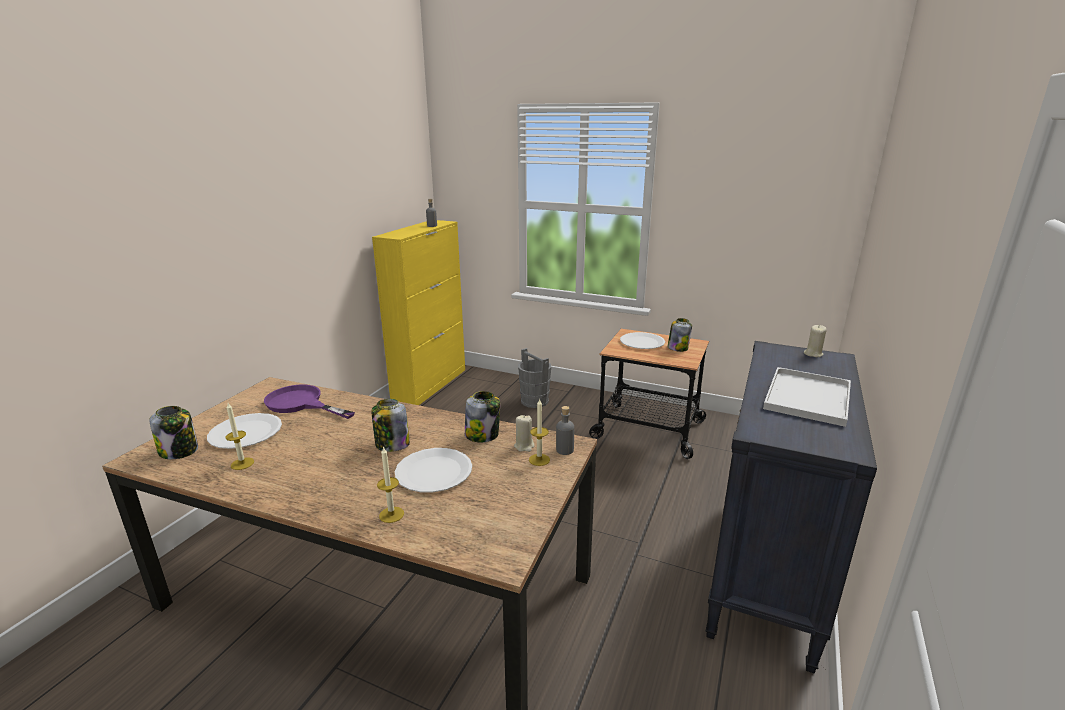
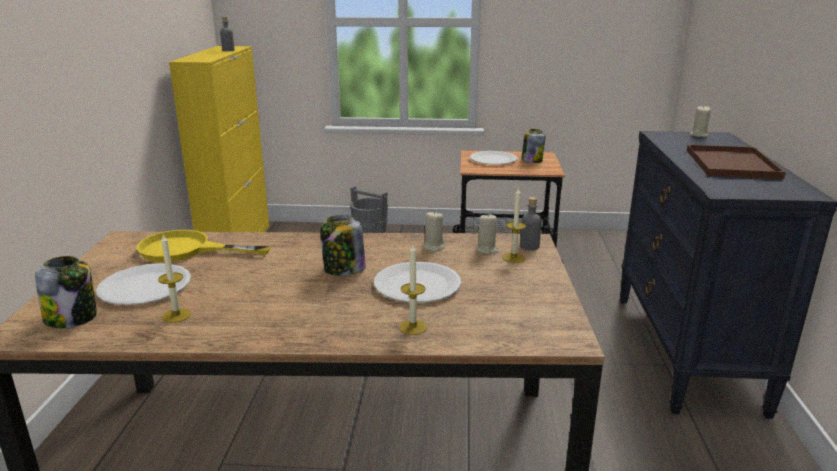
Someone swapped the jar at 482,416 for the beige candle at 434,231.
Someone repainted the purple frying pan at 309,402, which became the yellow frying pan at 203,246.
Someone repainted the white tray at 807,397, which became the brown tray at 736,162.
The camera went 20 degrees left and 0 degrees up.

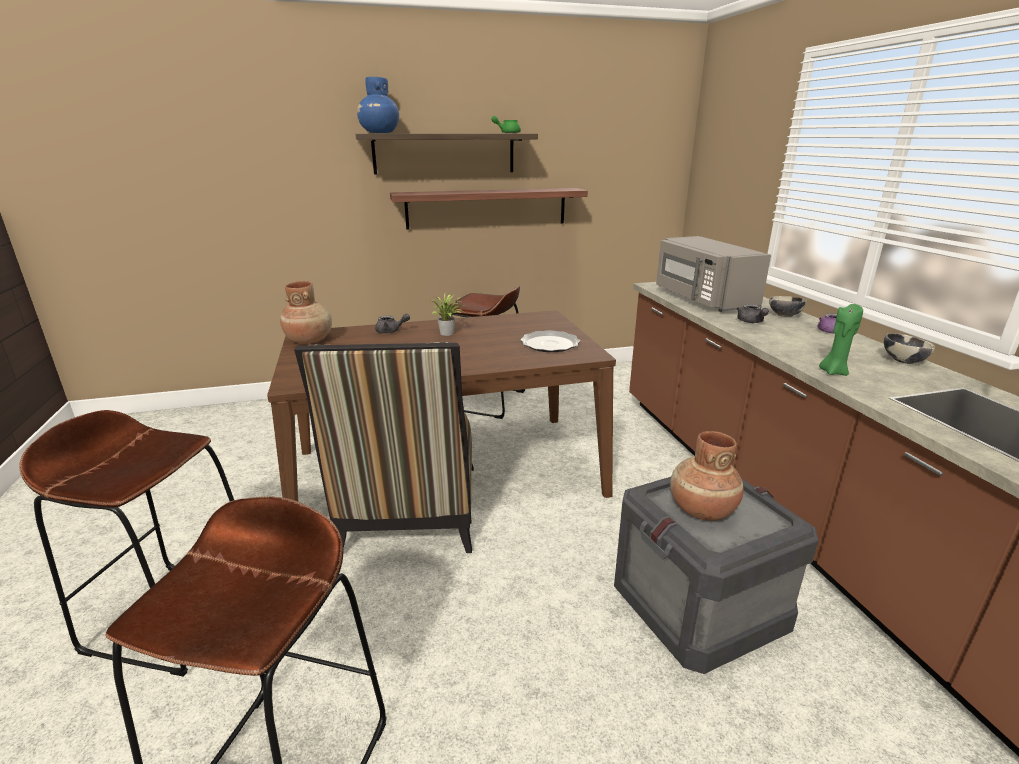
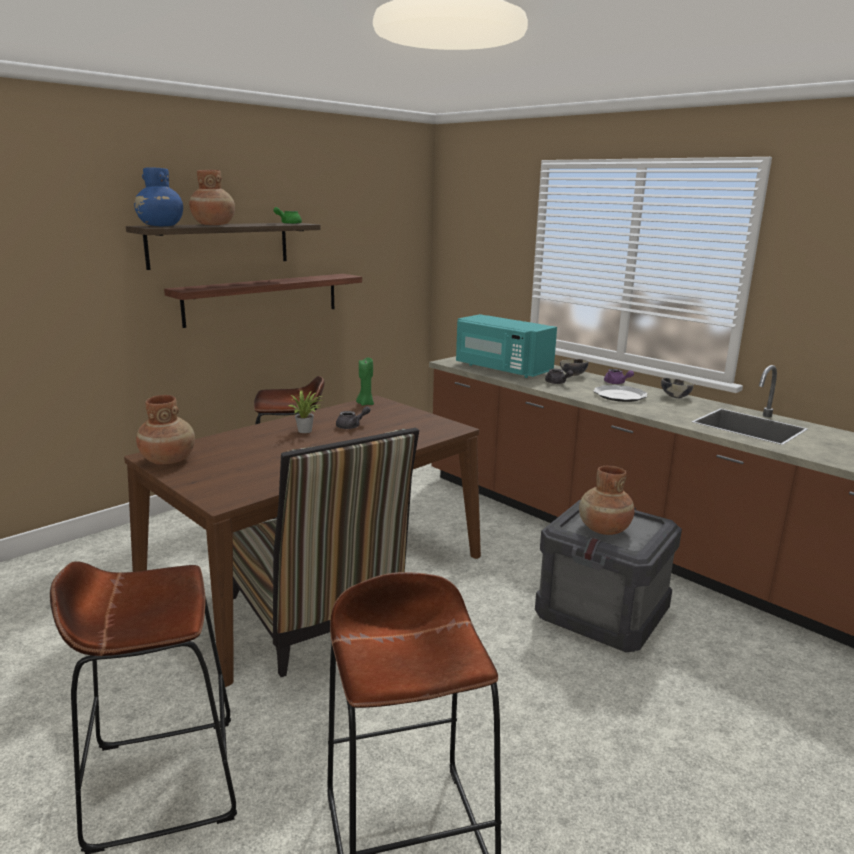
Someone put down the brown vase at 212,197.
Someone carried the grey teapot from 392,323 to 353,417.
Someone carried the plate from 550,341 to 620,393.
Someone carried the green candle from 841,340 to 365,381.
Someone repainted the grey microwave at 713,274, which became the turquoise microwave at 506,346.
The camera went 30 degrees left and 5 degrees down.

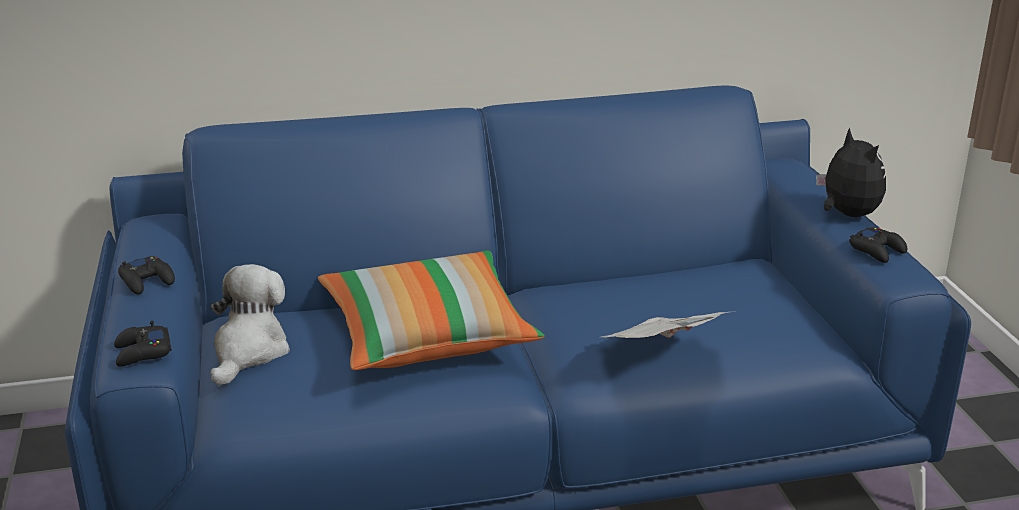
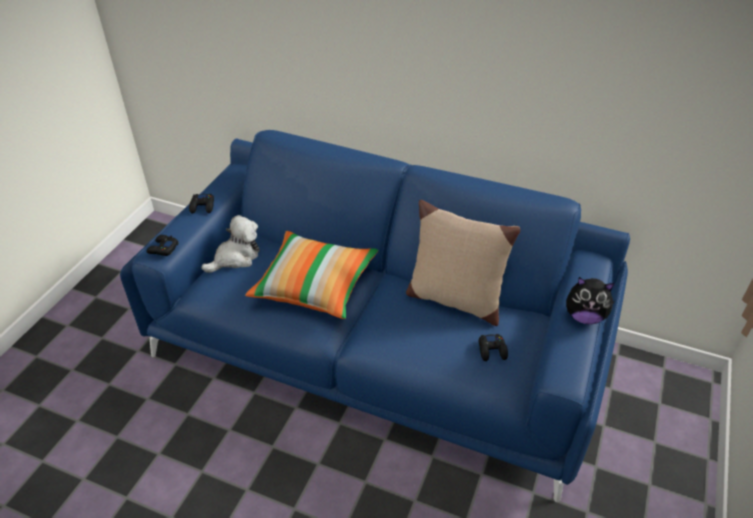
Someone took away the newspaper at 668,324.
Someone put down the beige pillow at 463,263.
Someone carried the black game controller from 878,245 to 493,347.
Someone rotated the plush toy at 851,172 by 90 degrees clockwise.
The camera went 35 degrees right and 15 degrees up.

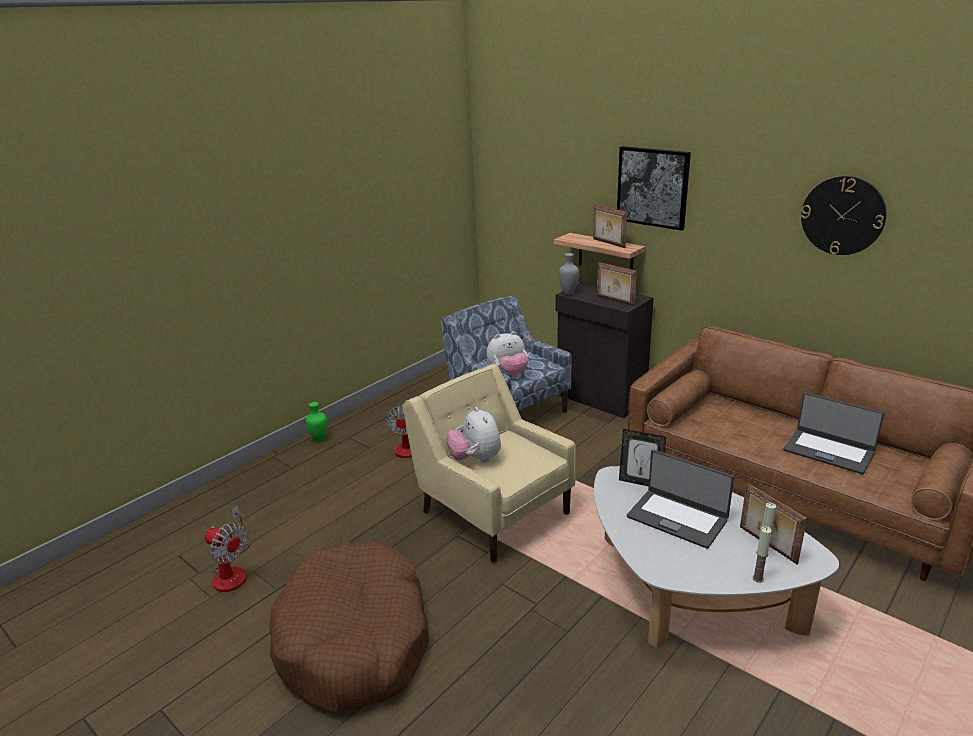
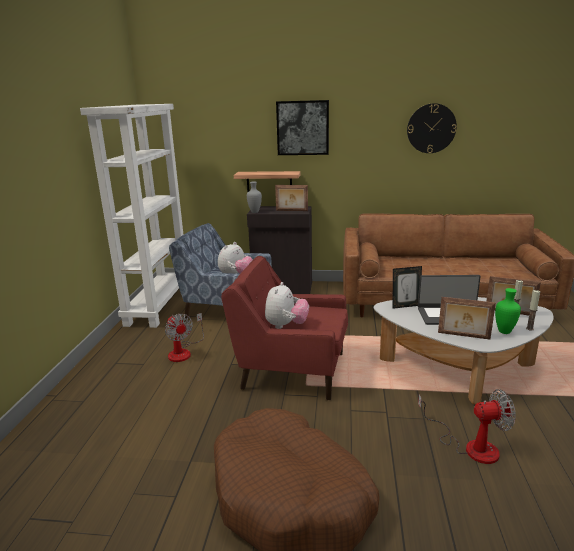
Someone took away the laptop at 833,433.
Someone put down the white bookcase at 132,216.
Someone carried the fan from 228,548 to 467,426.
Someone carried the green vase from 316,422 to 508,311.
Someone carried the picture frame from 610,226 to 467,318.
Someone repainted the beige armchair at 489,463, which became the red armchair at 284,328.
Someone rotated the plush toy at 474,434 by 105 degrees counterclockwise.
The camera went 35 degrees left and 5 degrees down.

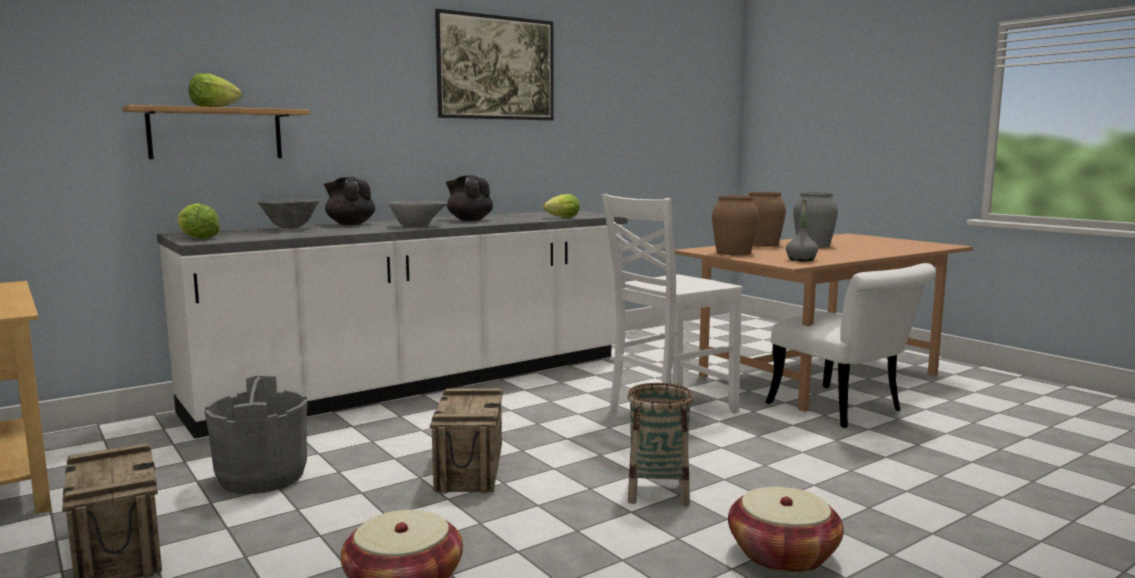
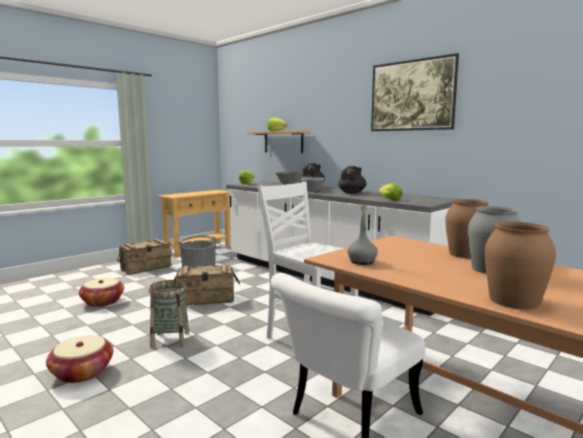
Someone carried the brown vase from 735,225 to 520,265.
The camera went 80 degrees right and 0 degrees up.

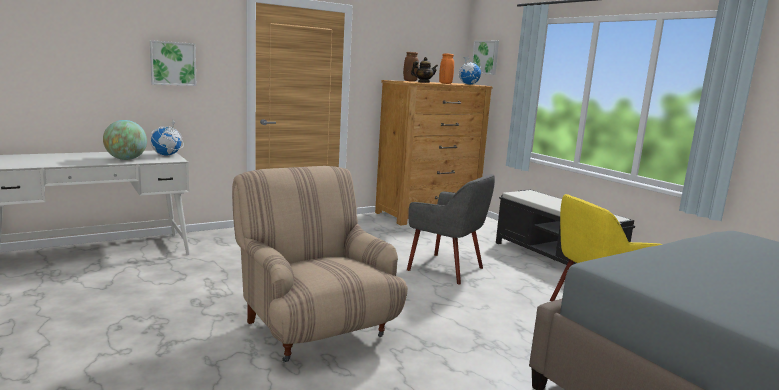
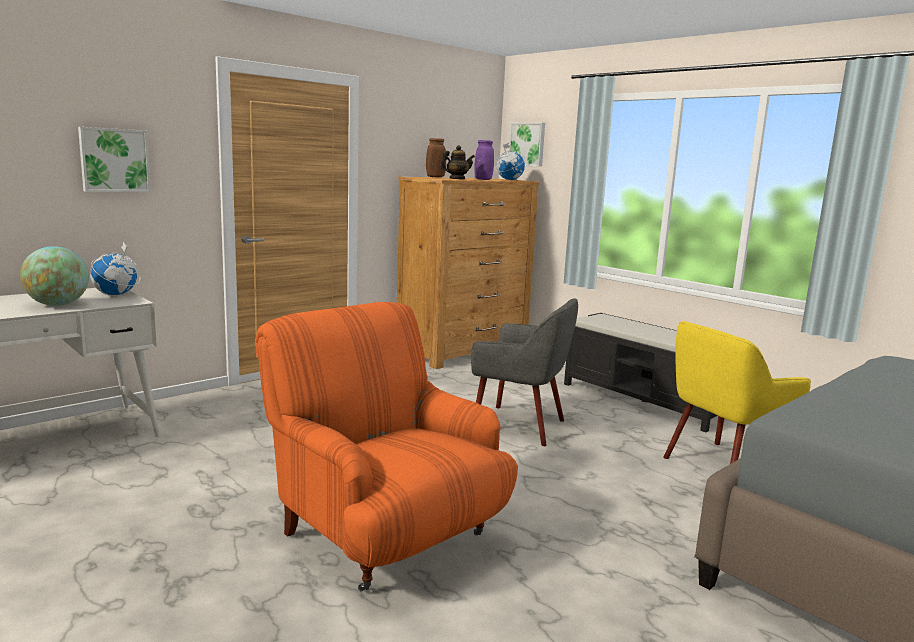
Someone repainted the beige armchair at 320,264, which became the orange armchair at 386,447.
Someone repainted the orange vase at 446,68, which became the purple vase at 484,160.
The camera went 10 degrees left and 0 degrees up.

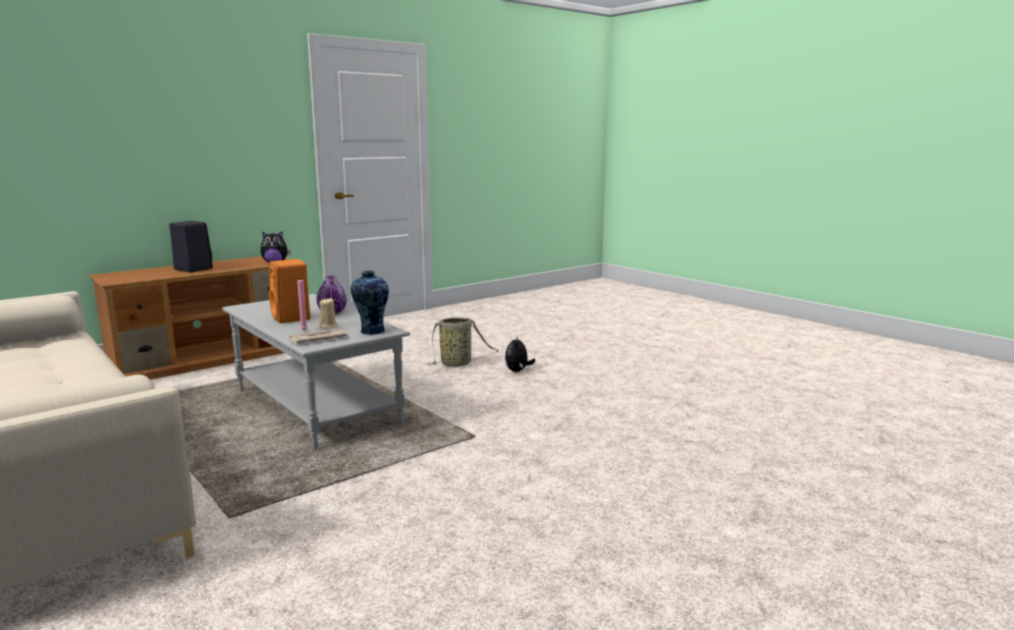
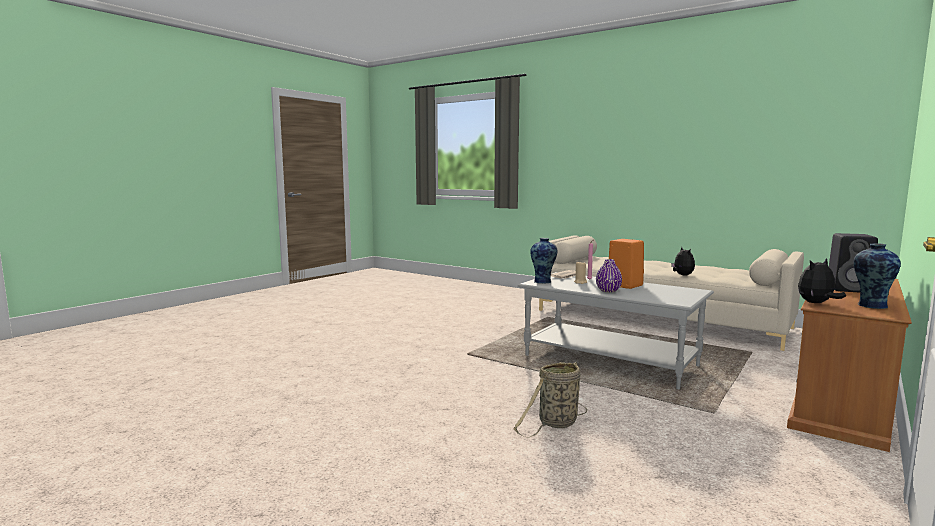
Someone put down the vase at 877,276.
Someone carried the plush toy from 520,353 to 683,261.
The camera went 165 degrees right and 5 degrees down.

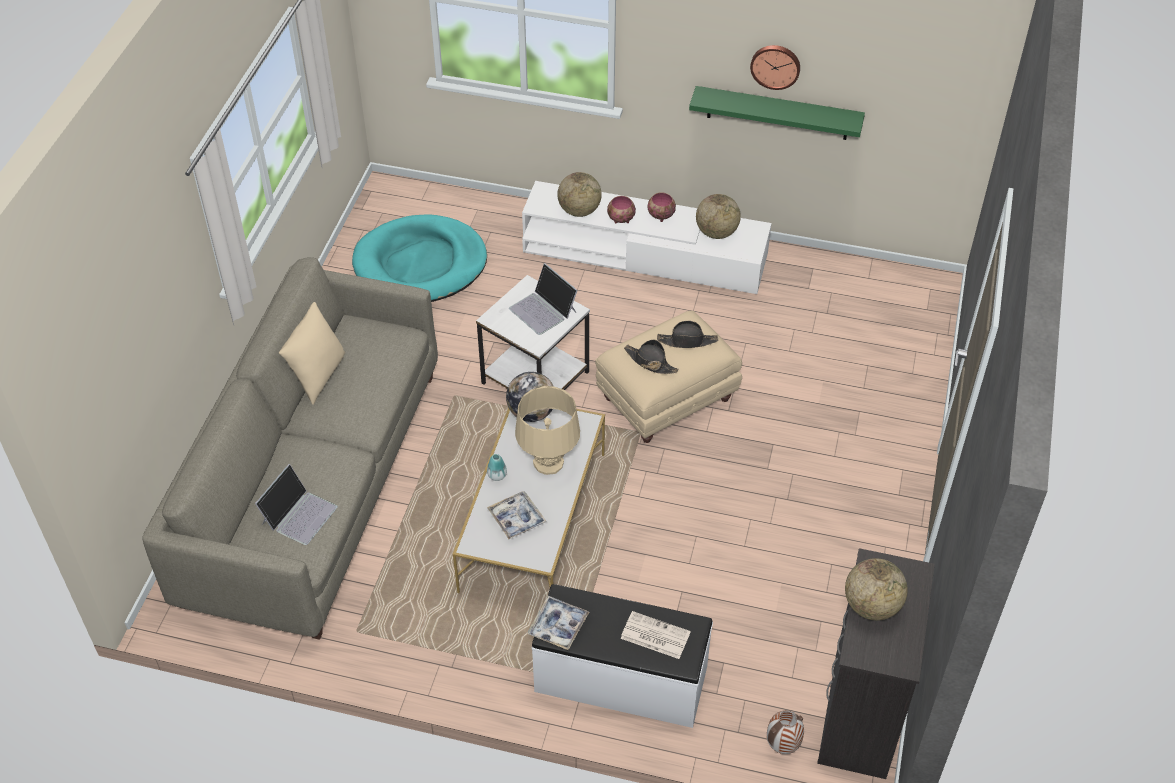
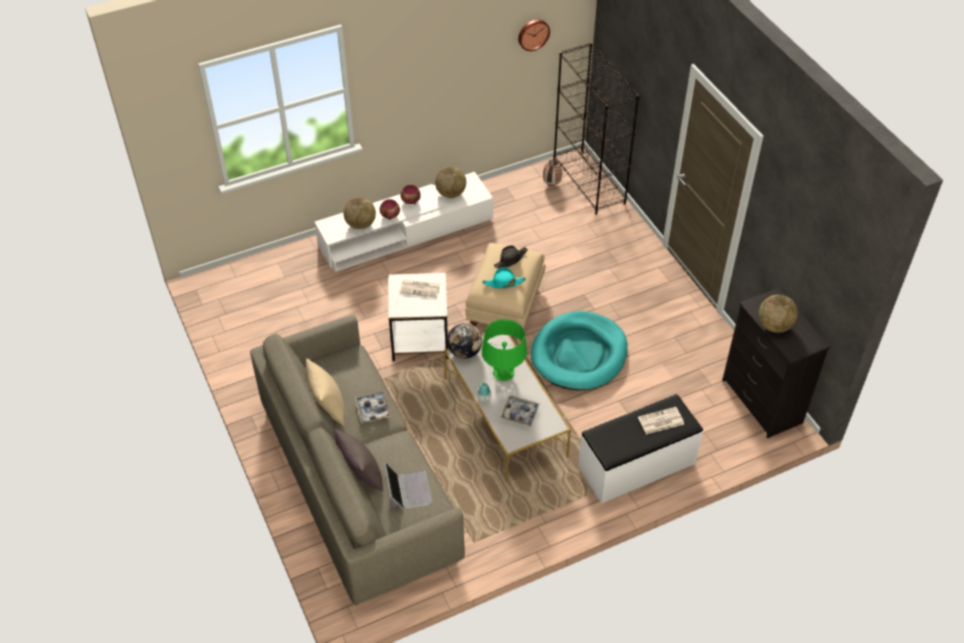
Someone took away the green shelf at 777,113.
Someone put down the grey pillow at 358,460.
Someone put down the black bookcase at 596,128.
Someone carried the turquoise dog bed from 419,258 to 579,350.
Someone carried the tray from 558,623 to 373,407.
Someone carried the wall clock from 775,67 to 534,35.
Someone carried the vase from 785,732 to 552,172.
Someone swapped the laptop at 543,299 for the newspaper at 419,288.
Someone repainted the beige table lamp at 547,430, which became the green table lamp at 504,350.
Someone repainted the black hat at 651,357, which became the turquoise hat at 504,277.
The camera went 40 degrees left and 0 degrees up.

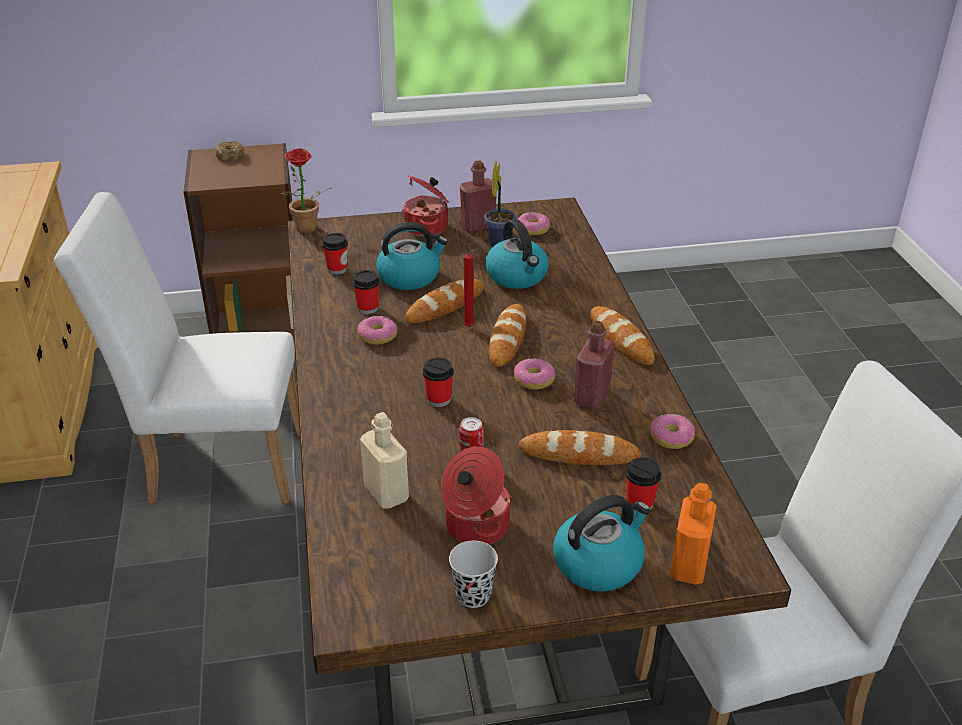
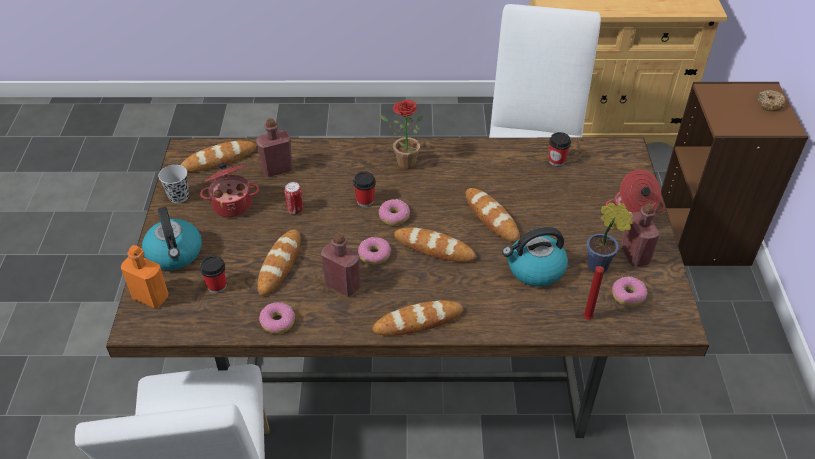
Someone took away the cup at 366,292.
Someone took away the kettle at 412,256.
Someone put down the bread at 218,156.
Someone carried the potted plant from 307,191 to 401,135.
Someone carried the donut from 377,330 to 394,212.
Someone carried the red candle from 470,288 to 593,293.
Someone repainted the beige bottle at 384,460, which became the red bottle at 274,147.
The camera went 100 degrees right and 10 degrees up.

